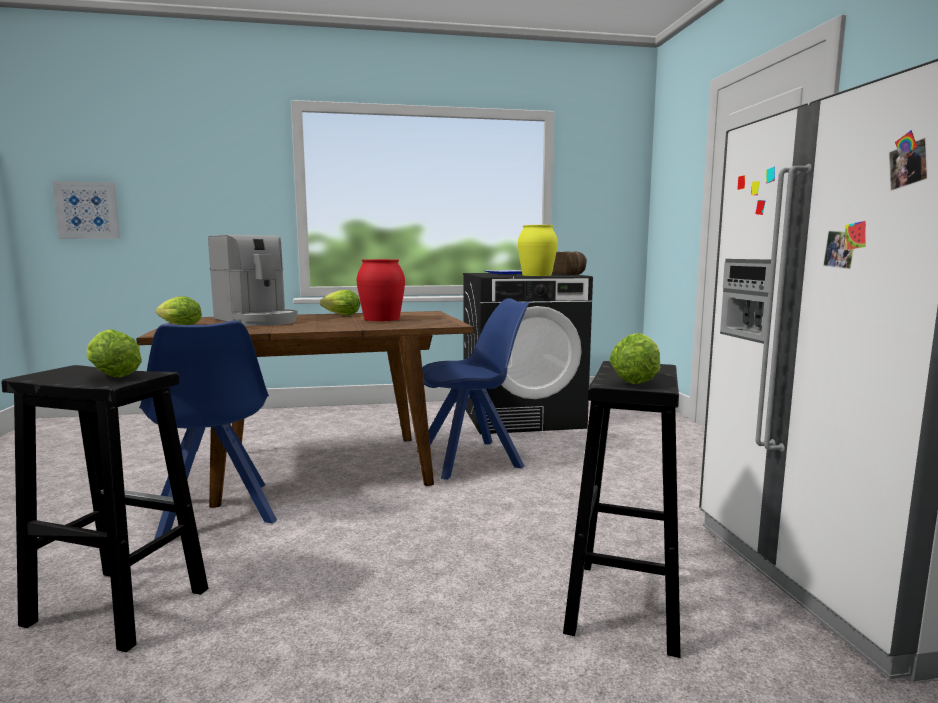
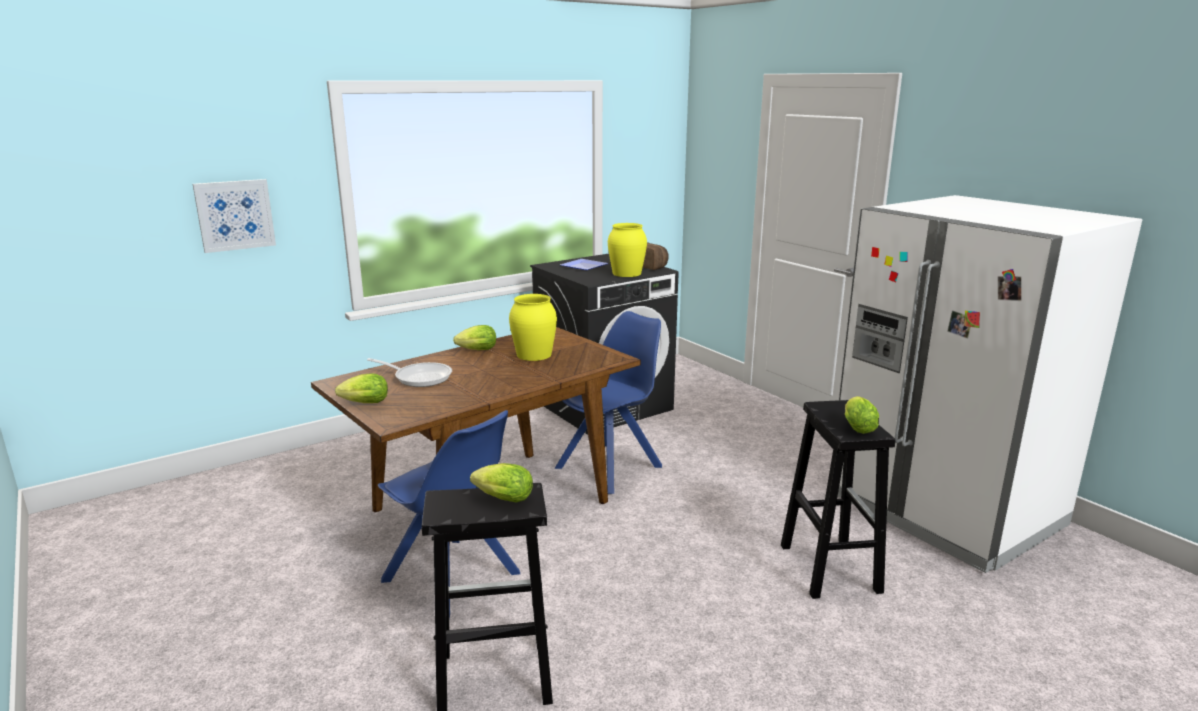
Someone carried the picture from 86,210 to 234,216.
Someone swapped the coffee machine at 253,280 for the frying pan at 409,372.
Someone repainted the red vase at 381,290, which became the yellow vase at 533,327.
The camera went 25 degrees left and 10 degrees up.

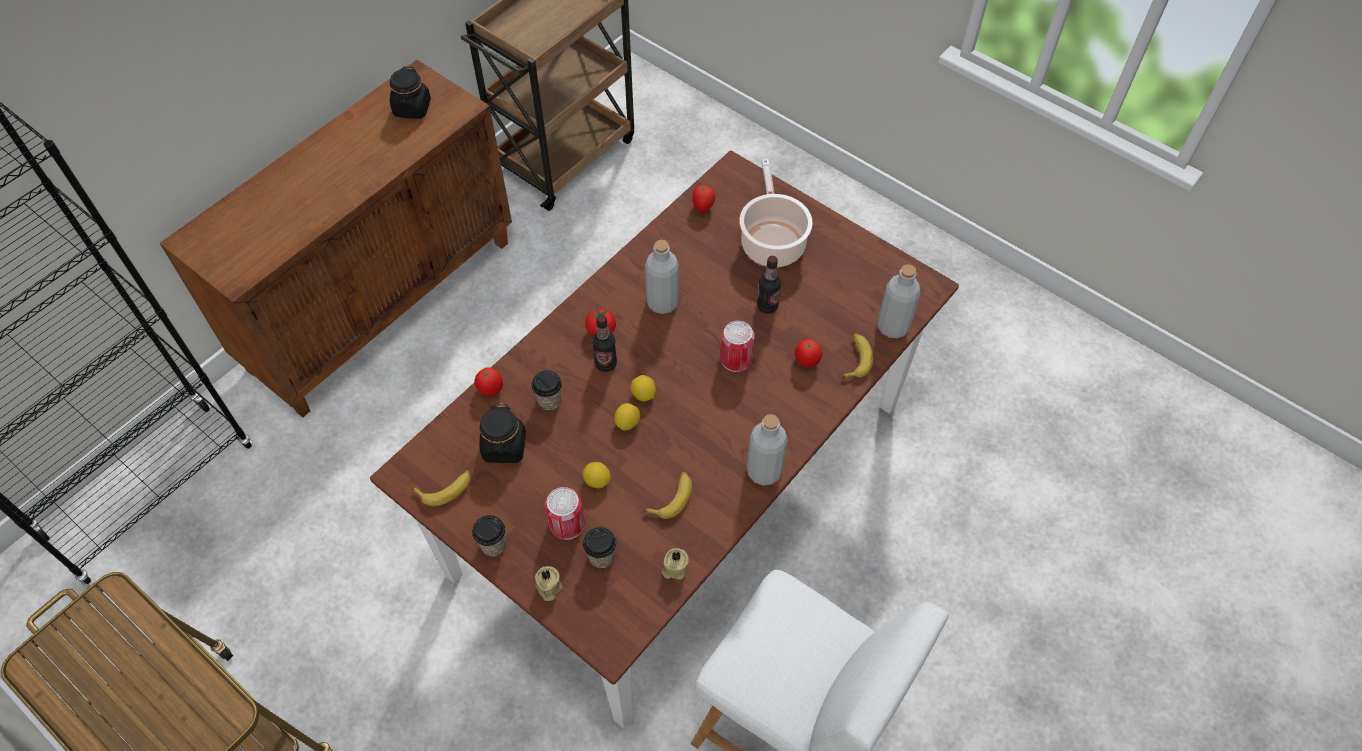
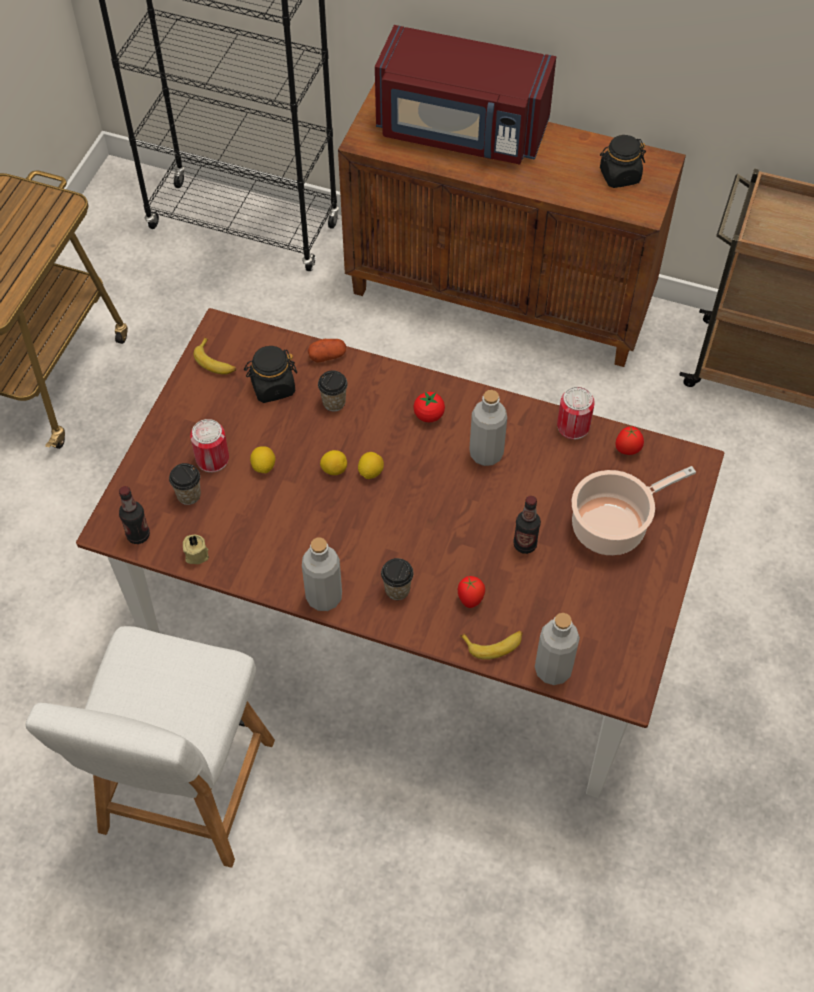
Someone took away the beige candle at 548,583.
Someone took away the banana at 668,495.
Someone put down the red microwave at 465,95.
Someone carried the cup from 489,535 to 397,579.
Someone carried the bottle from 604,343 to 134,515.
Someone carried the can from 737,346 to 576,413.
Someone swapped the tomato at 488,382 for the potato at 327,351.
The camera went 70 degrees right and 0 degrees up.

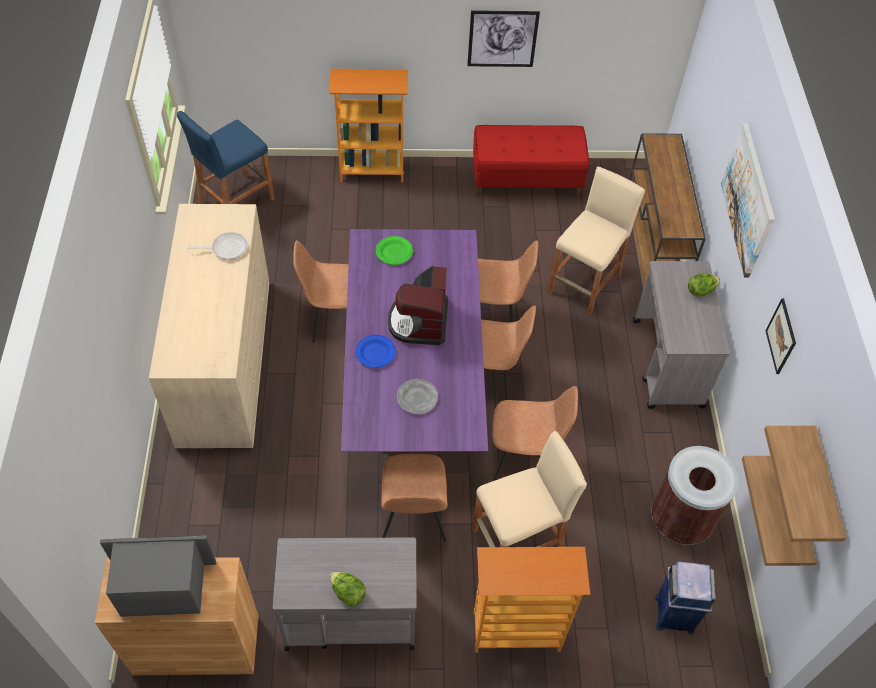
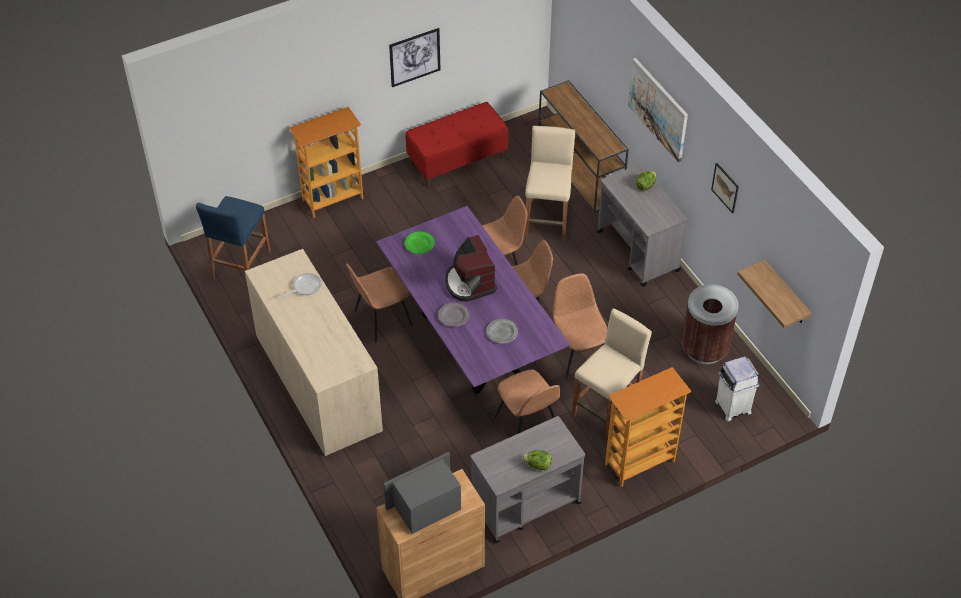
Someone took away the shelf at 805,484.
Someone repainted the blue plate at 375,351, which became the grey plate at 453,315.
Someone repainted the blue trash can at 686,597, which became the white trash can at 737,388.
Someone rotated the brown chair at 535,433 by 90 degrees counterclockwise.
The camera went 25 degrees left and 5 degrees down.

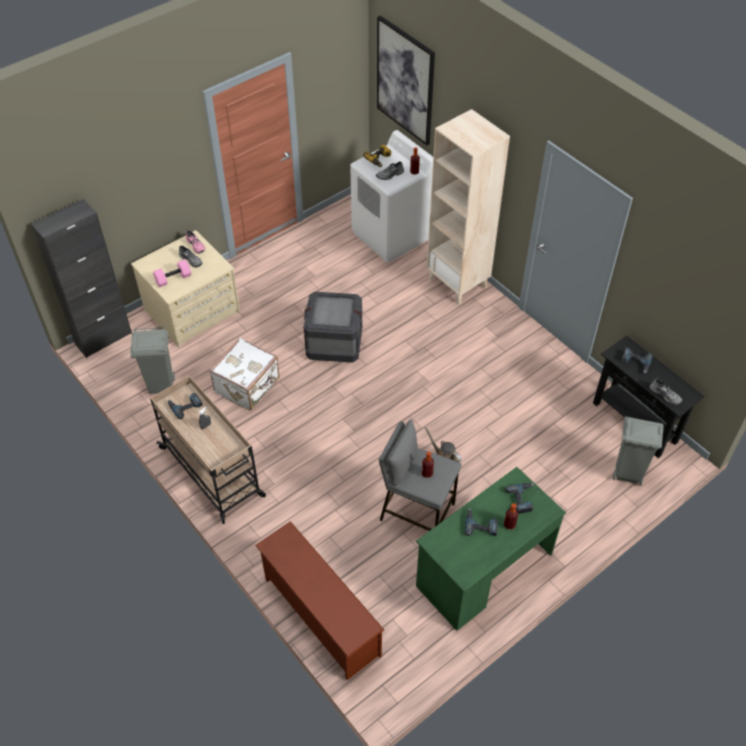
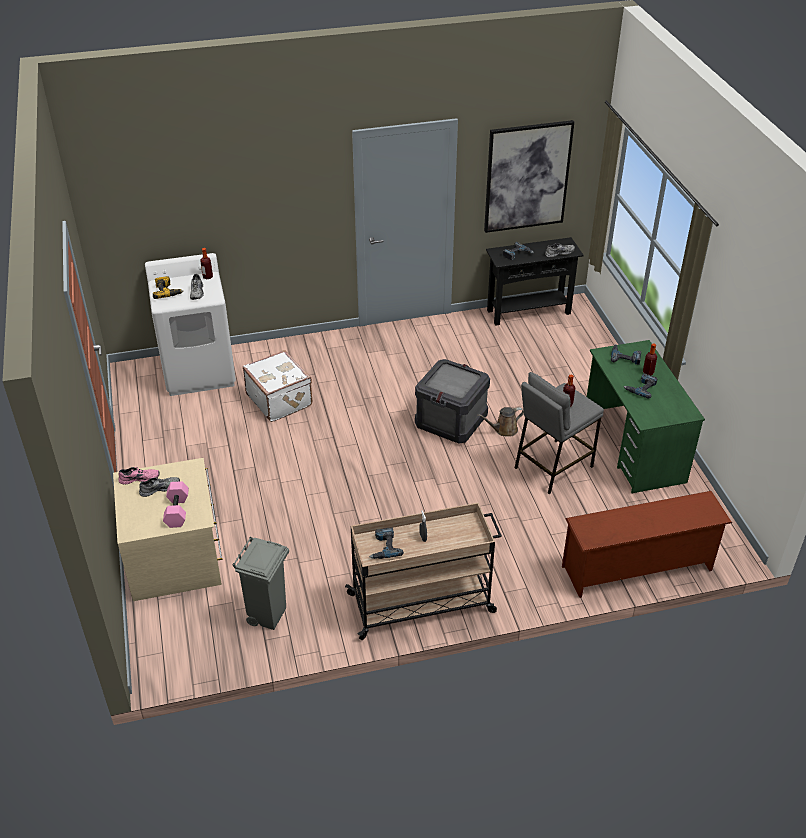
Someone took away the black cabinet at 81,278.
Someone took away the beige bookcase at 468,207.
Someone took away the grey trash can at 638,451.
Someone carried the white suitcase from 244,373 to 277,386.
Someone carried the crate from 333,327 to 452,401.
Someone carried the picture from 406,81 to 529,176.
The camera went 65 degrees left and 10 degrees down.

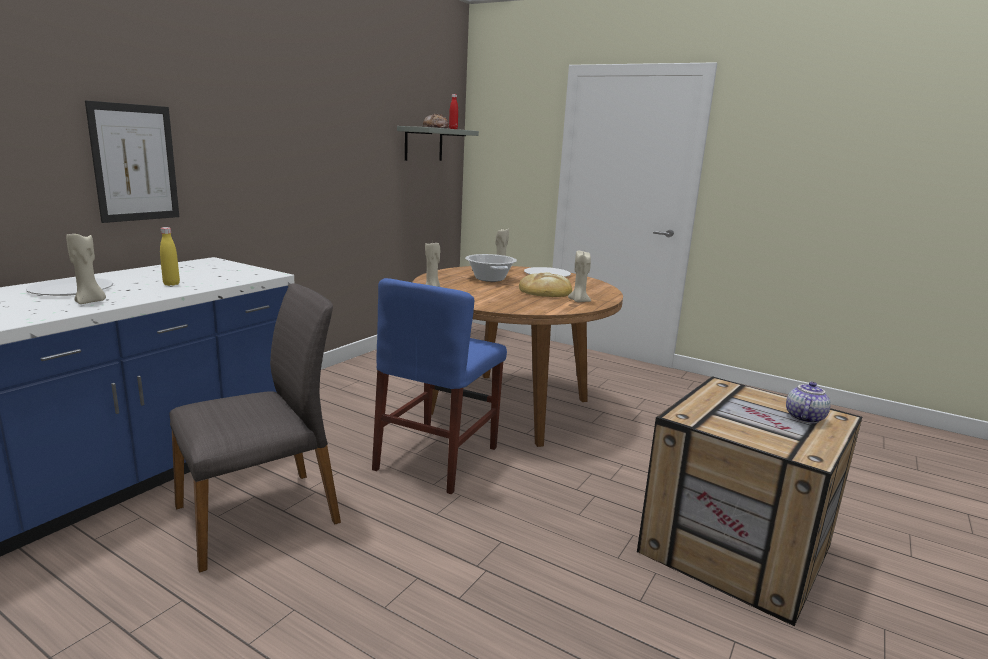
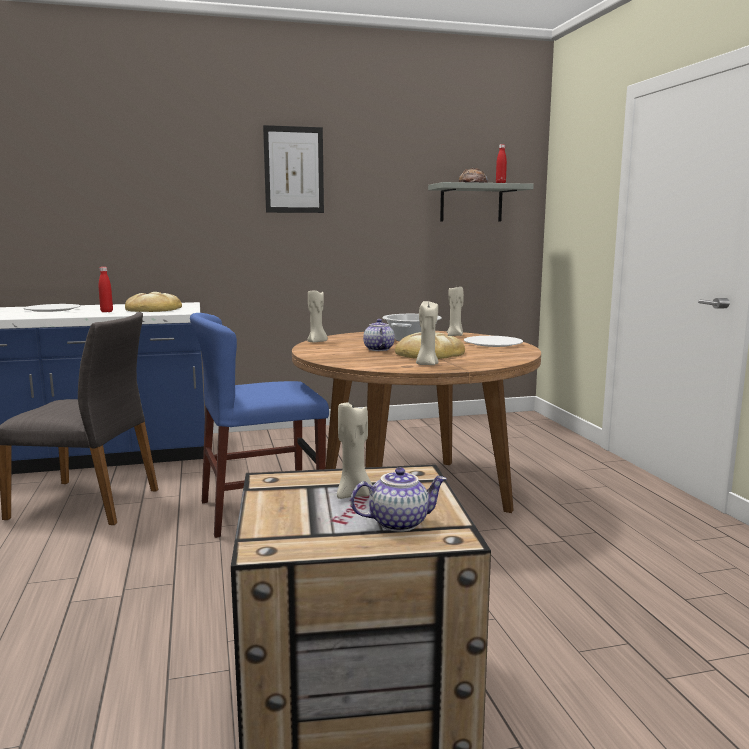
Someone put down the bread at 153,302.
Someone put down the teapot at 379,335.
Someone carried the beige candle from 86,267 to 355,450.
Someone carried the picture from 132,161 to 293,169.
Someone repainted the yellow bottle at 170,256, which became the red bottle at 106,289.
The camera went 45 degrees right and 5 degrees down.

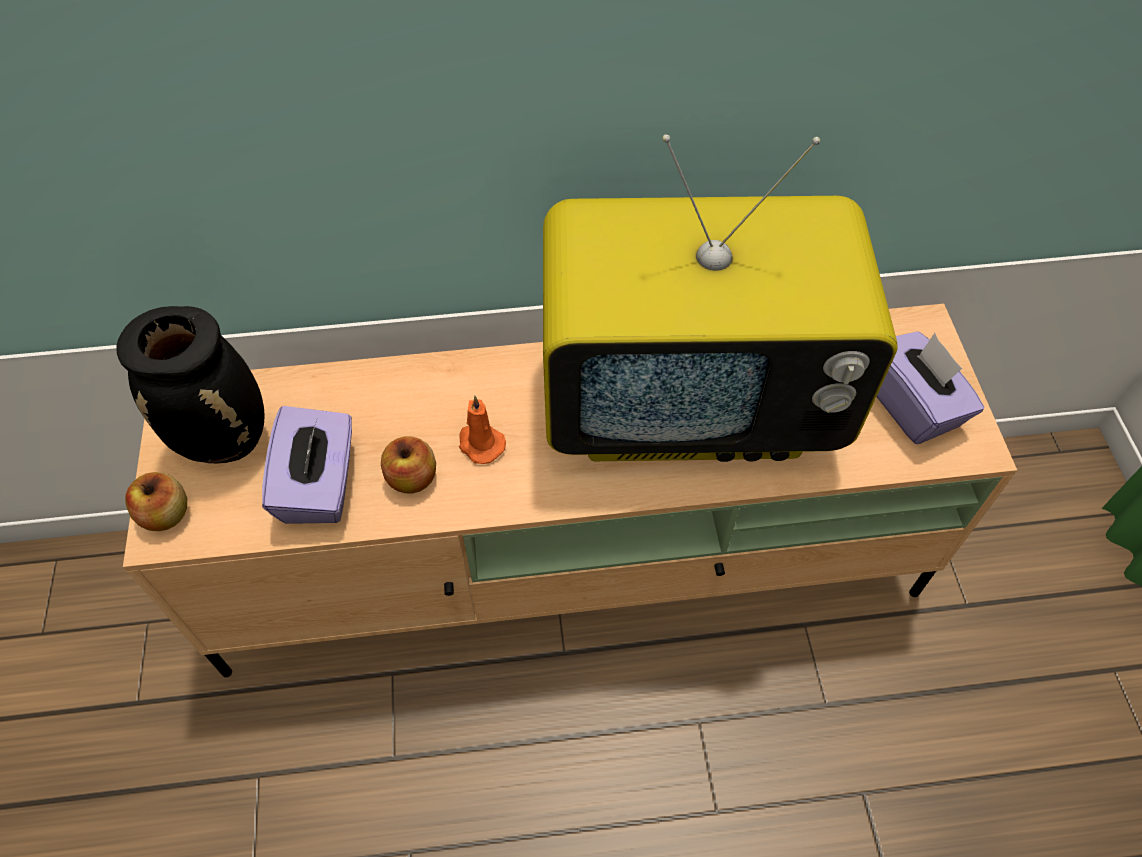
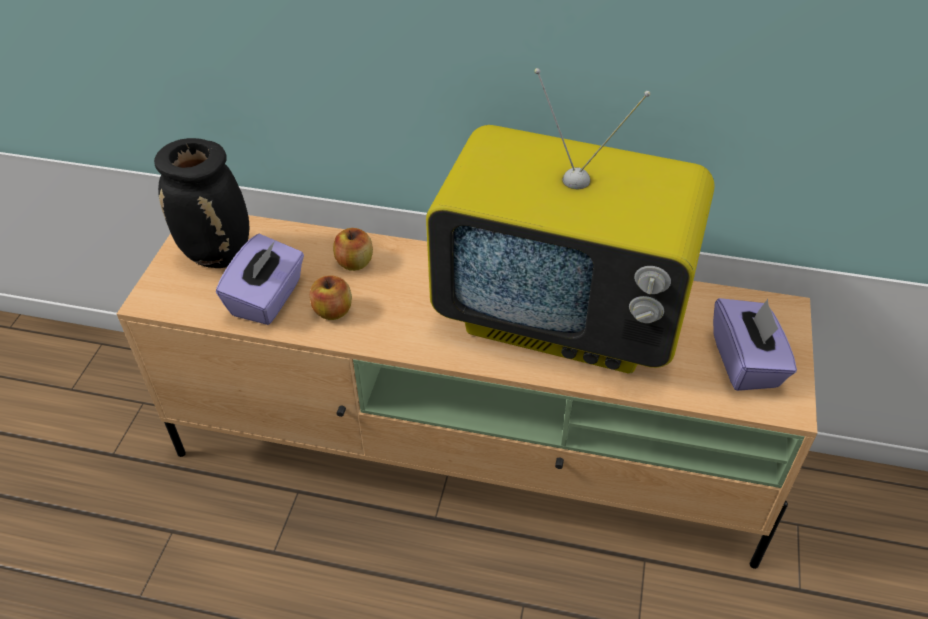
Someone took away the orange candle at 482,430.
Someone carried the apple from 156,501 to 353,249.
The camera went 20 degrees right and 10 degrees down.

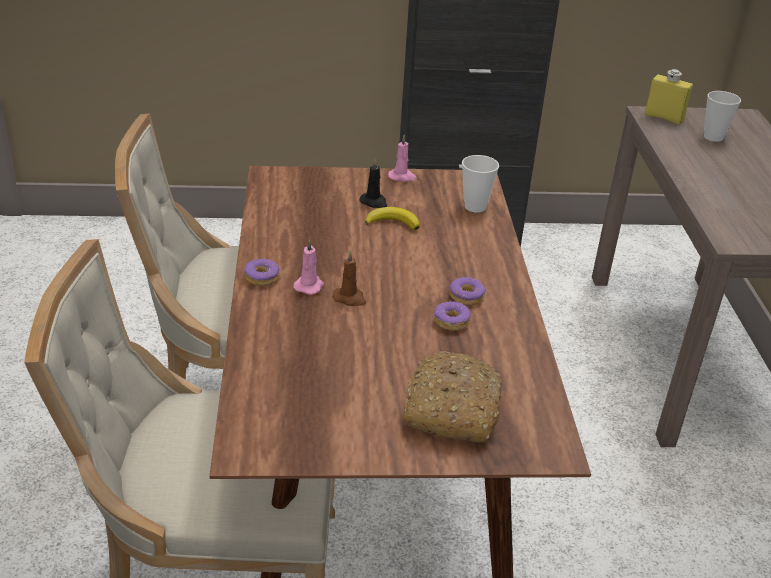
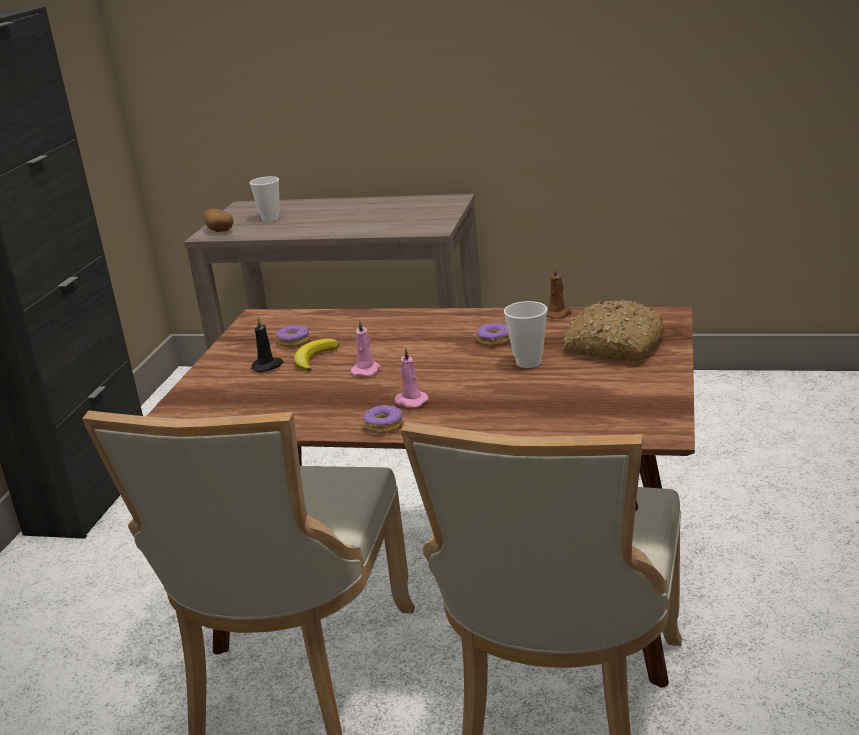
Someone carried the brown candle from 349,278 to 559,292.
Someone carried the pink candle from 402,158 to 366,348.
Someone carried the donut from 468,291 to 293,336.
Someone carried the cup from 480,184 to 525,334.
Someone swapped the yellow bottle at 669,97 for the potato at 218,220.
The camera went 70 degrees left and 10 degrees down.

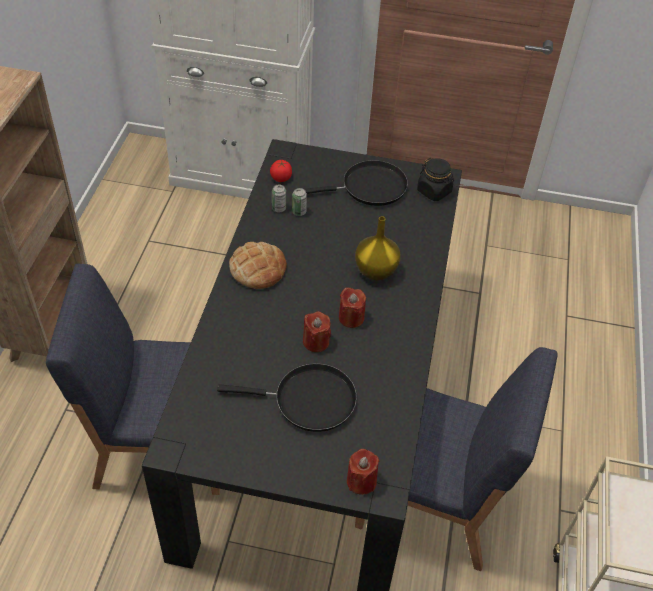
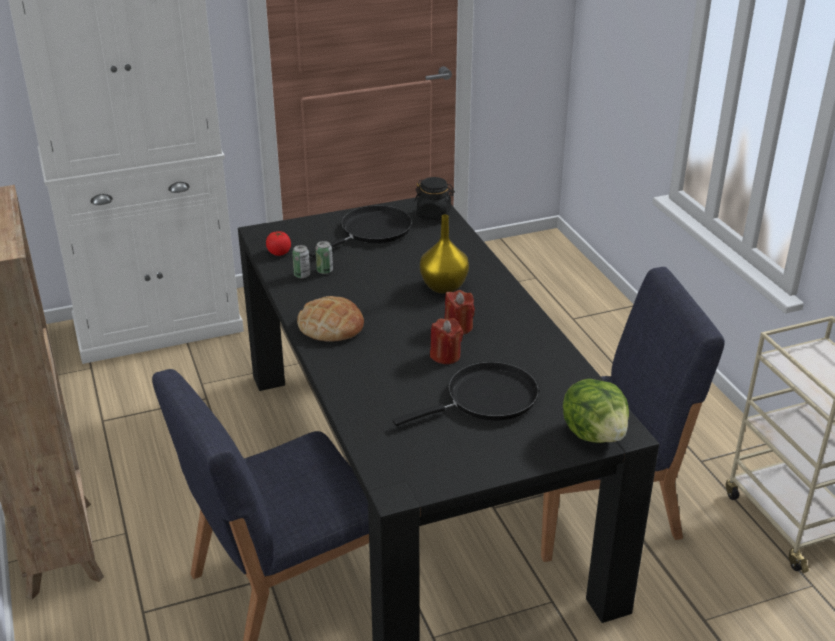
Someone swapped the red candle at 363,472 for the lettuce at 596,410.
The camera went 30 degrees left and 15 degrees down.

